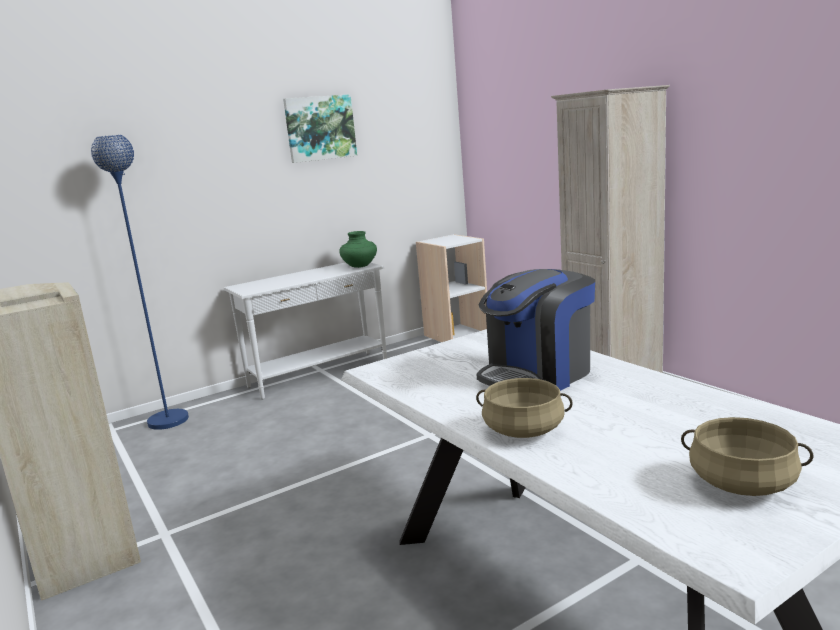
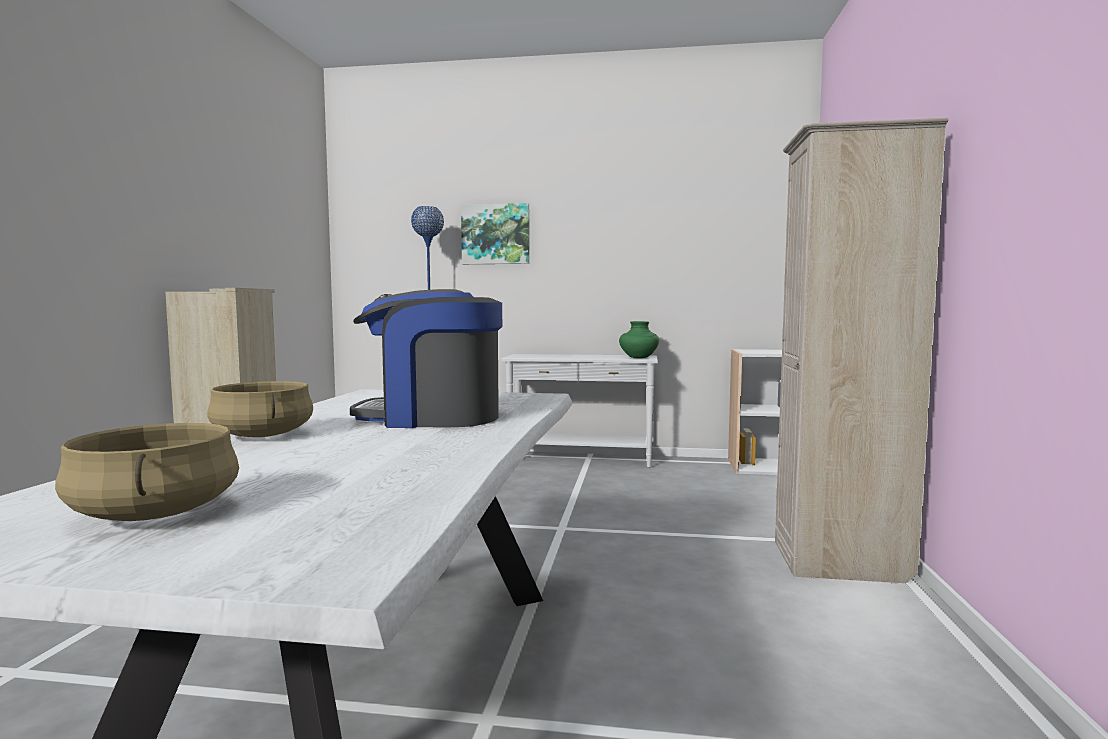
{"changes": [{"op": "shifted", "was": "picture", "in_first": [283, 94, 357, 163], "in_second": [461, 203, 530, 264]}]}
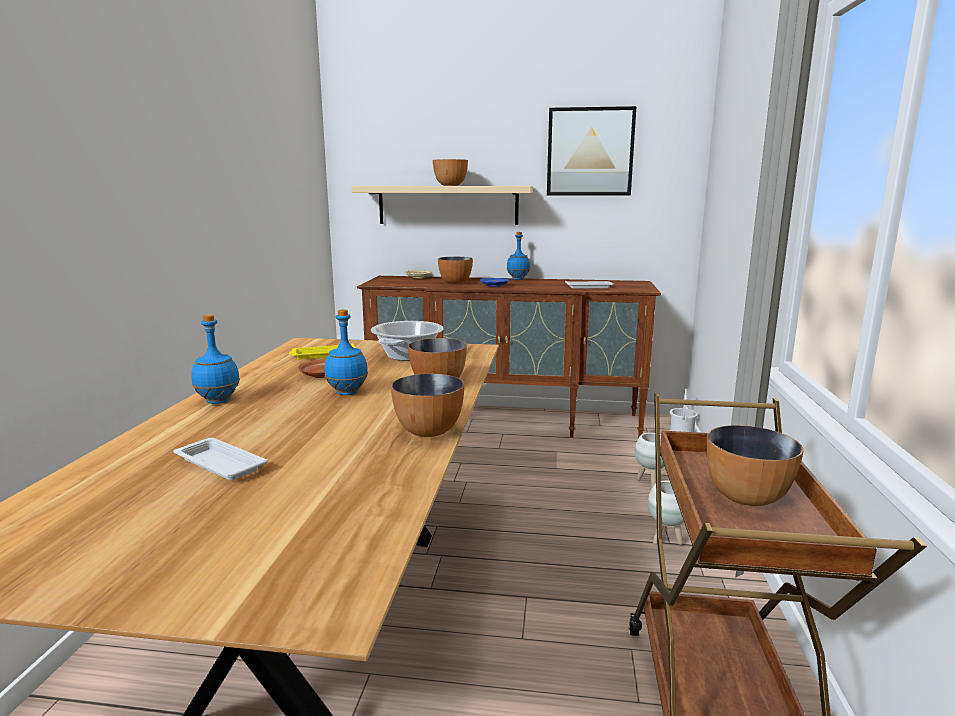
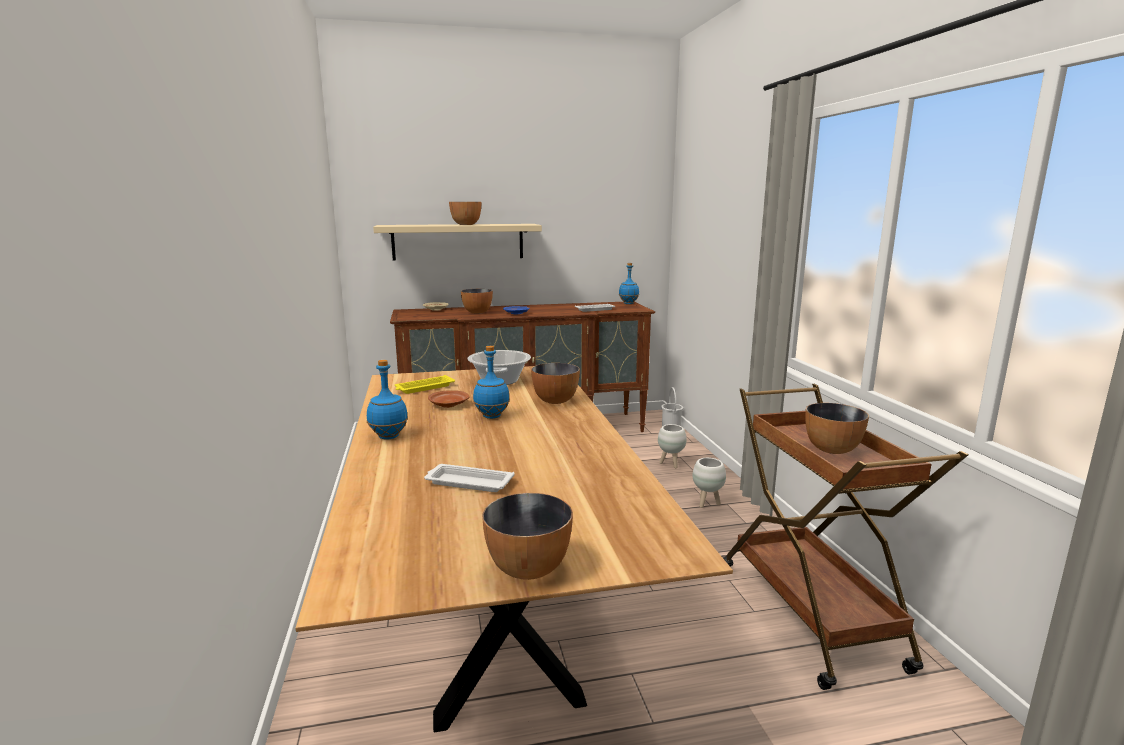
{"changes": [{"op": "shifted", "was": "bowl", "in_first": [391, 374, 464, 437], "in_second": [482, 493, 573, 580]}, {"op": "shifted", "was": "blue bottle", "in_first": [507, 232, 530, 280], "in_second": [619, 263, 639, 304]}, {"op": "gone", "was": "picture", "in_first": [547, 106, 637, 196]}]}
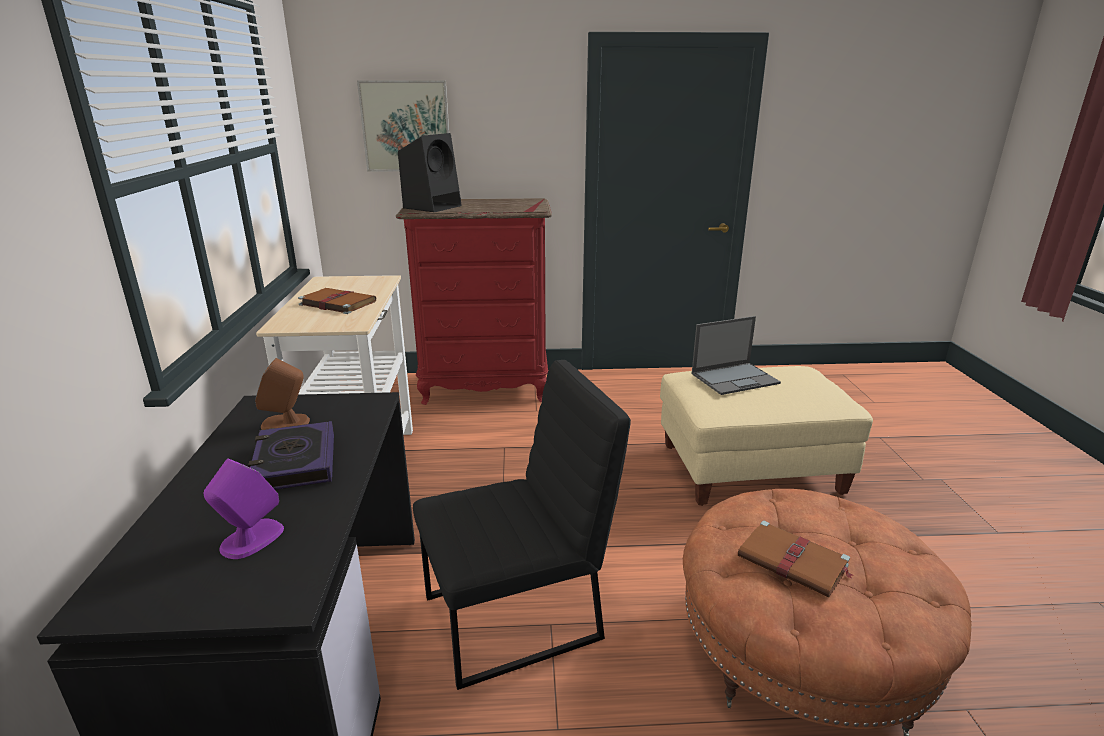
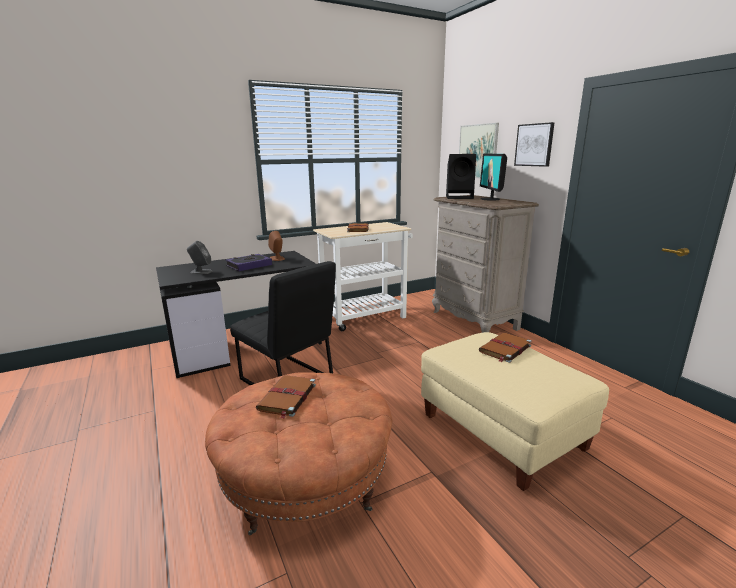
{"changes": [{"op": "repainted", "was": "purple speaker", "now": "grey speaker", "in_first": [204, 458, 284, 559], "in_second": [187, 241, 213, 274]}, {"op": "repainted", "was": "red dresser", "now": "beige dresser", "in_first": [396, 198, 552, 405], "in_second": [432, 195, 539, 333]}, {"op": "swapped", "was": "laptop", "now": "brown book", "in_first": [692, 316, 781, 395], "in_second": [479, 333, 532, 363]}, {"op": "new", "now": "monitor", "in_second": [480, 154, 507, 201]}, {"op": "new", "now": "picture", "in_second": [514, 122, 555, 167]}]}
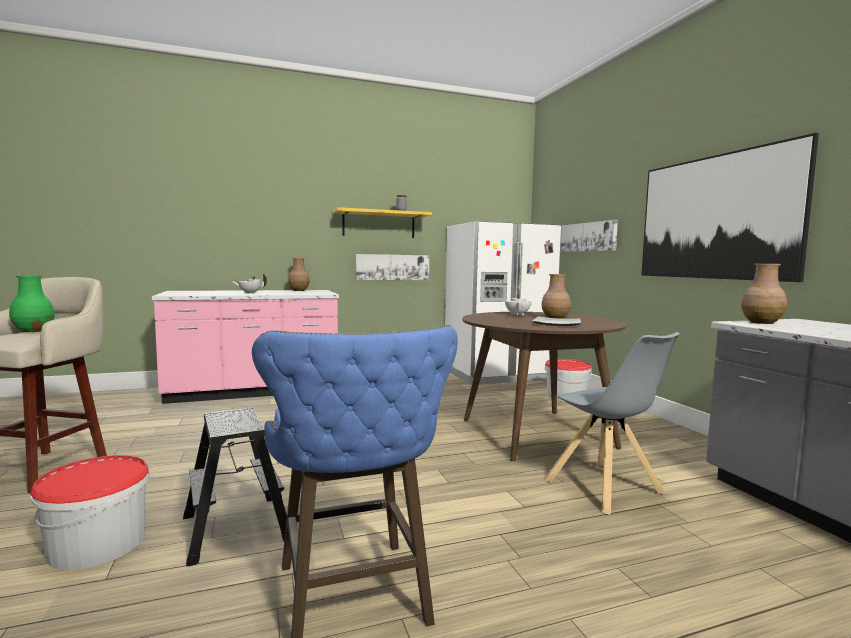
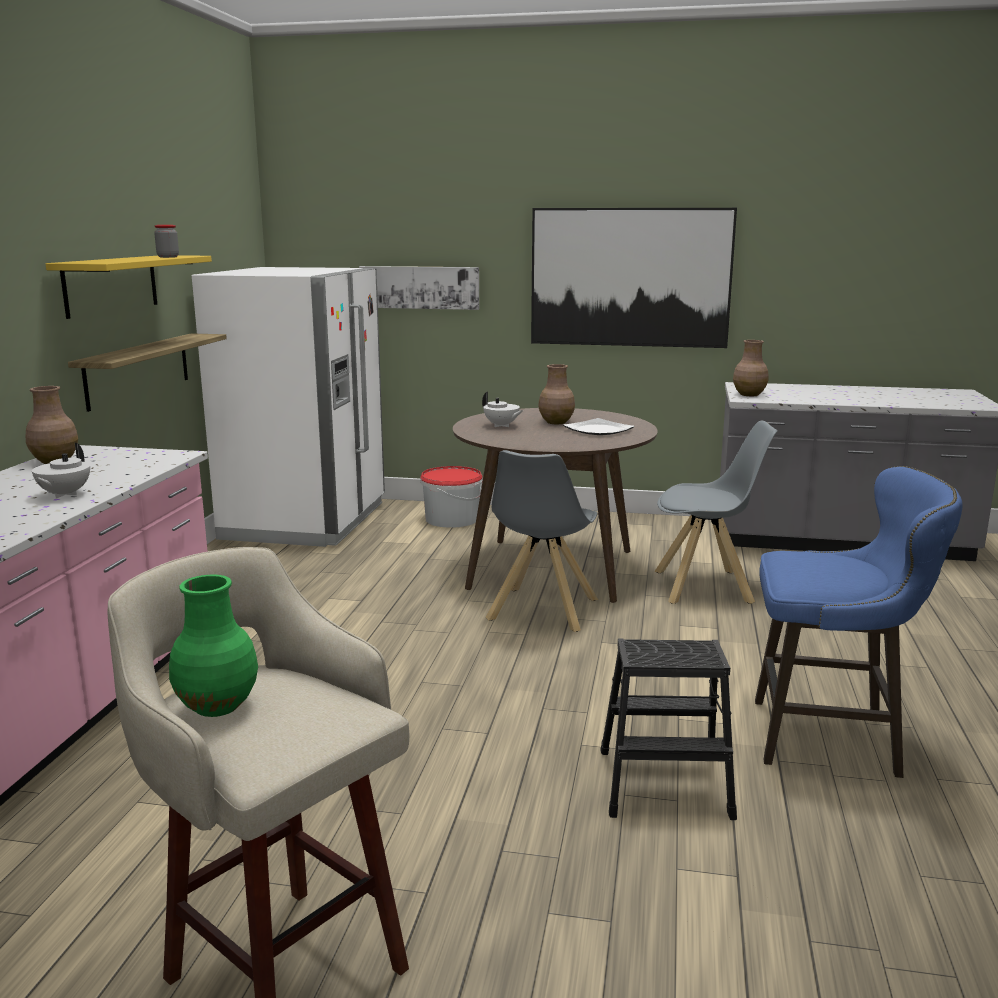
{"changes": [{"op": "gone", "was": "bucket", "in_first": [31, 455, 150, 570]}, {"op": "swapped", "was": "picture", "now": "shelf", "in_first": [355, 254, 429, 280], "in_second": [68, 333, 227, 412]}, {"op": "new", "now": "grey chair", "in_second": [486, 450, 598, 632]}]}
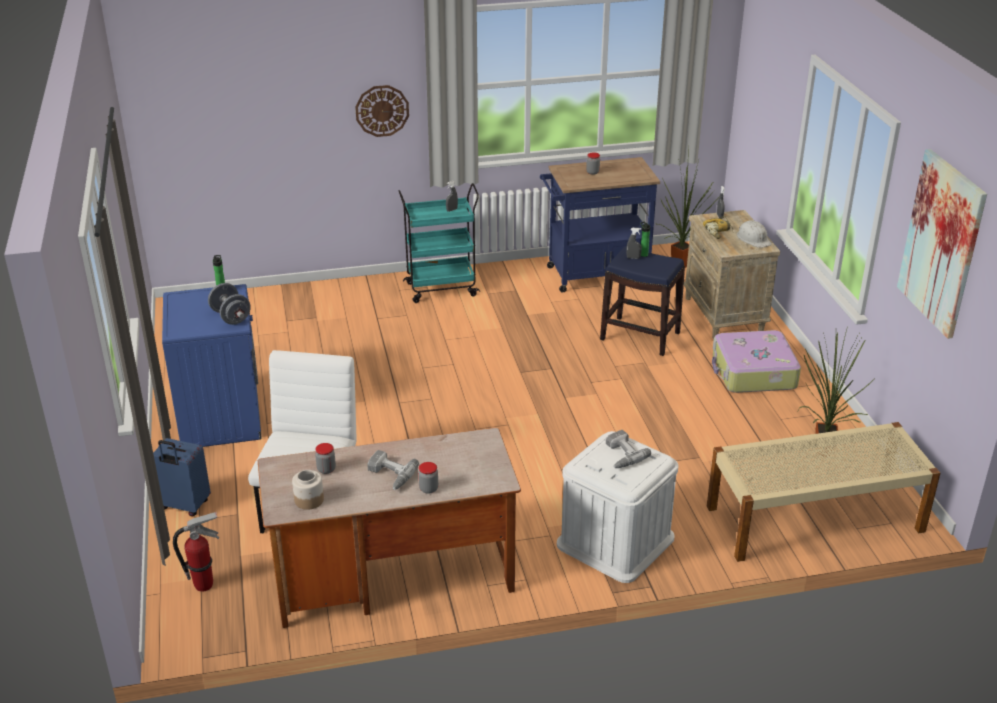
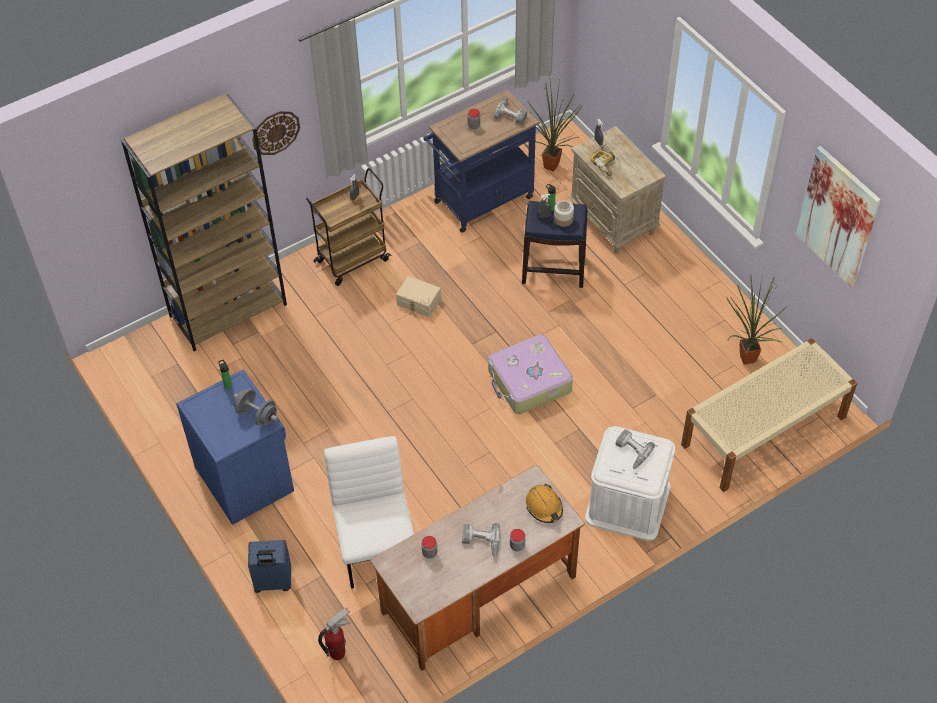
{"changes": [{"op": "shifted", "was": "jar", "in_first": [292, 470, 324, 510], "in_second": [554, 200, 574, 227]}, {"op": "repainted", "was": "turquoise cart", "now": "brown cart", "in_first": [399, 183, 480, 303], "in_second": [306, 168, 391, 286]}, {"op": "shifted", "was": "suitcase", "in_first": [712, 330, 801, 393], "in_second": [488, 334, 573, 414]}, {"op": "gone", "was": "white hard hat", "in_first": [737, 220, 772, 248]}, {"op": "new", "now": "brown bookcase", "in_second": [121, 94, 287, 351]}, {"op": "new", "now": "beige storage box", "in_second": [396, 276, 441, 317]}, {"op": "new", "now": "power drill", "in_second": [494, 96, 527, 125]}, {"op": "new", "now": "orange hard hat", "in_second": [526, 484, 563, 523]}]}
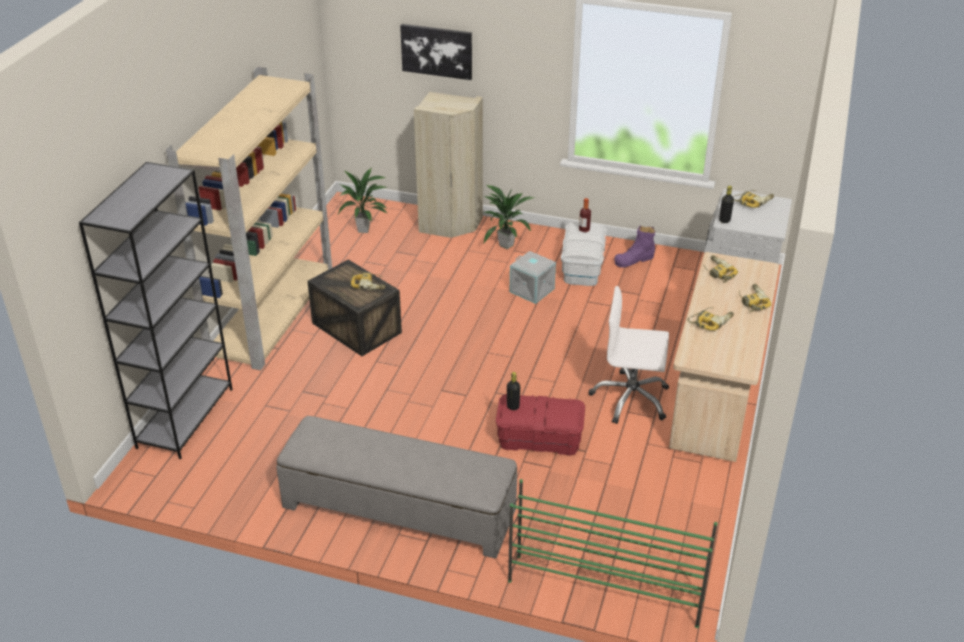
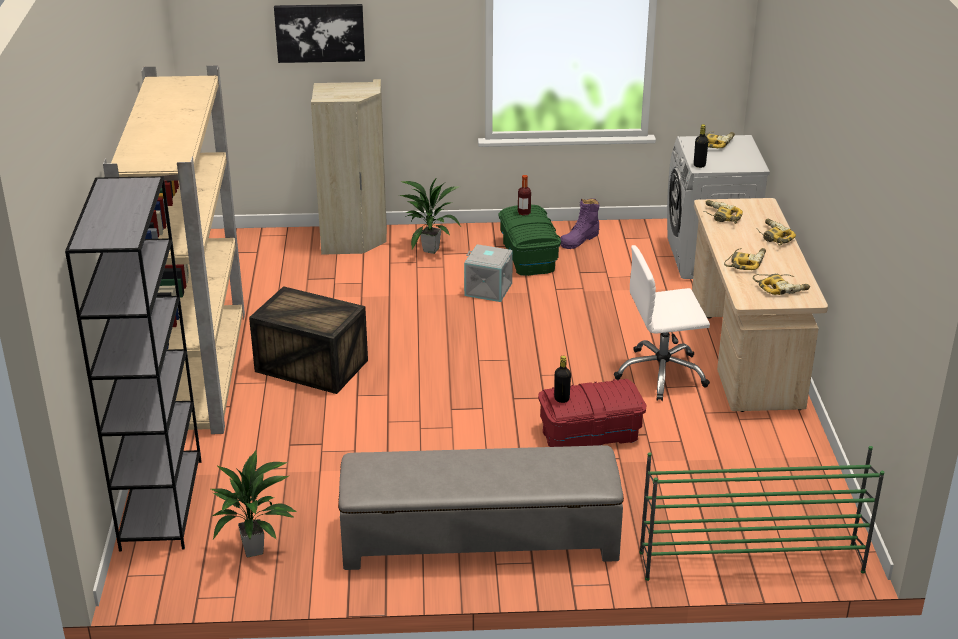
{"changes": [{"op": "shifted", "was": "potted plant", "in_first": [338, 168, 387, 233], "in_second": [211, 449, 297, 557]}, {"op": "shifted", "was": "power drill", "in_first": [351, 270, 386, 290], "in_second": [753, 273, 810, 295]}, {"op": "repainted", "was": "white storage box", "now": "green storage box", "in_first": [561, 222, 607, 286], "in_second": [499, 205, 561, 276]}]}
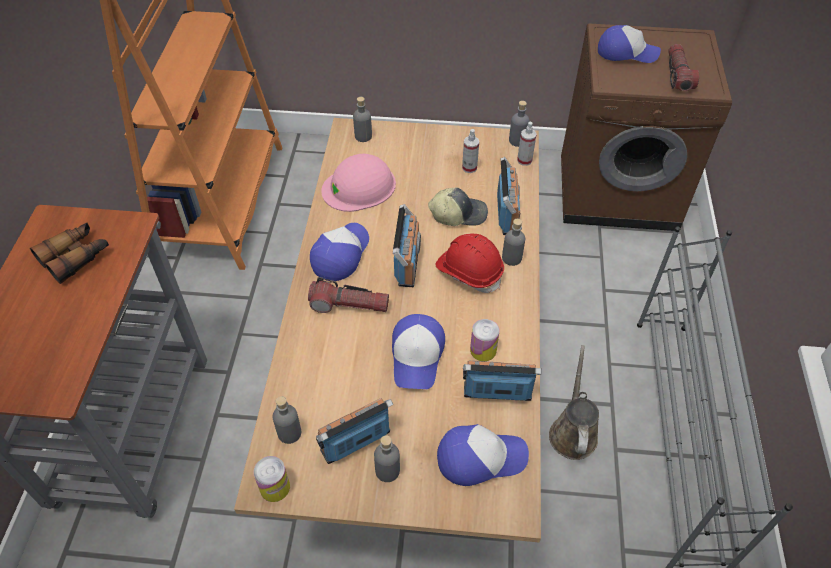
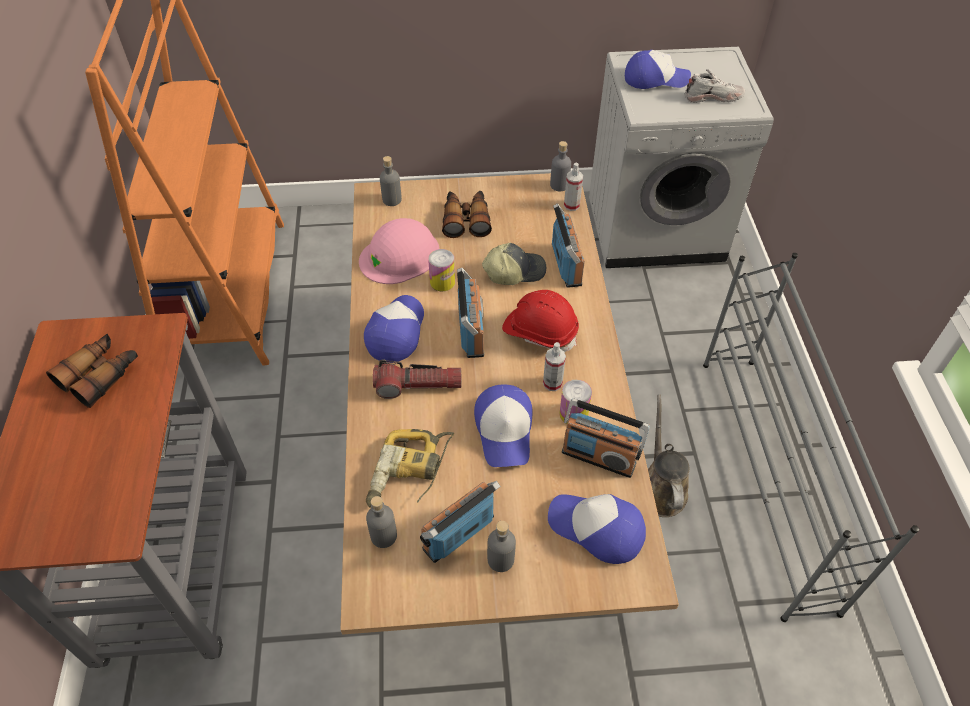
{"changes": [{"op": "shifted", "was": "can", "in_first": [253, 456, 290, 502], "in_second": [428, 249, 455, 291]}, {"op": "rotated", "was": "cap", "in_first": [437, 424, 529, 486], "in_second": [548, 494, 646, 564], "clockwise": -135}, {"op": "shifted", "was": "spray bottle", "in_first": [462, 129, 479, 173], "in_second": [543, 342, 566, 391]}, {"op": "rotated", "was": "radio", "in_first": [463, 361, 542, 401], "in_second": [562, 398, 650, 478], "clockwise": -150}, {"op": "gone", "was": "grey bottle", "in_first": [502, 219, 525, 266]}, {"op": "repainted", "was": "brown washing machine", "now": "white washing machine", "in_first": [561, 23, 732, 231], "in_second": [589, 47, 774, 268]}, {"op": "swapped", "was": "flashlight", "now": "white shoe", "in_first": [668, 44, 699, 91], "in_second": [685, 69, 745, 103]}, {"op": "new", "now": "power drill", "in_second": [366, 429, 454, 507]}, {"op": "new", "now": "binoculars", "in_second": [442, 191, 492, 238]}]}
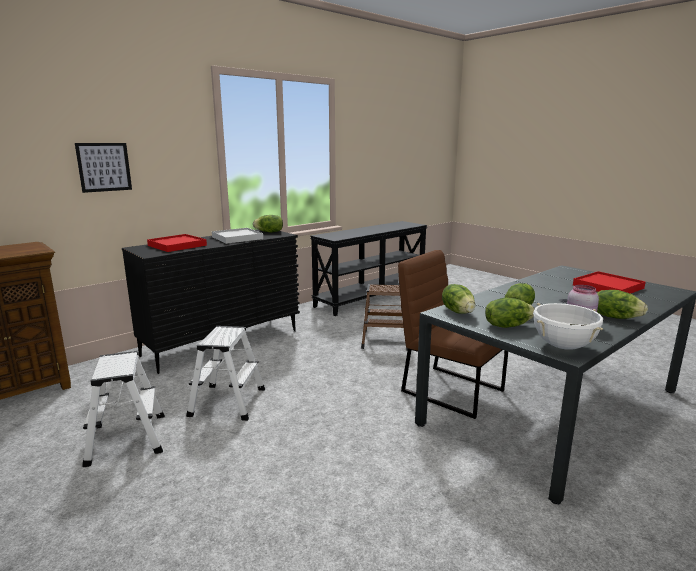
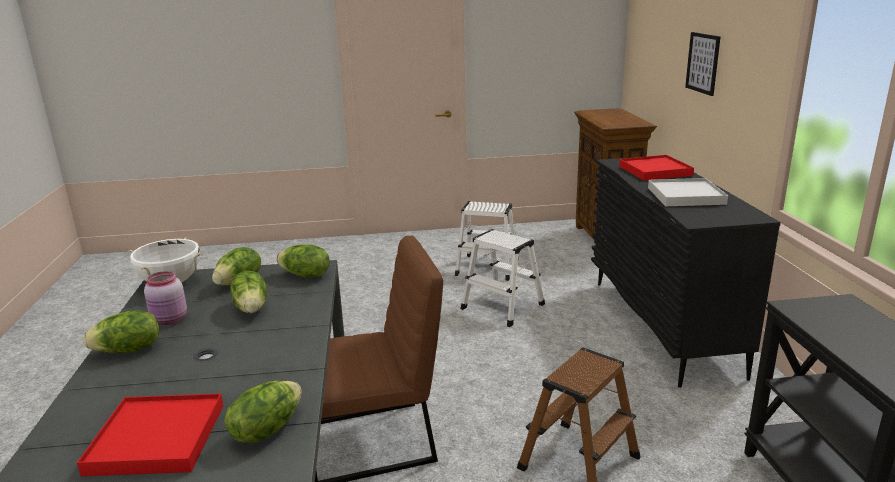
{"changes": [{"op": "shifted", "was": "lettuce", "in_first": [253, 215, 283, 232], "in_second": [224, 381, 302, 443]}]}
